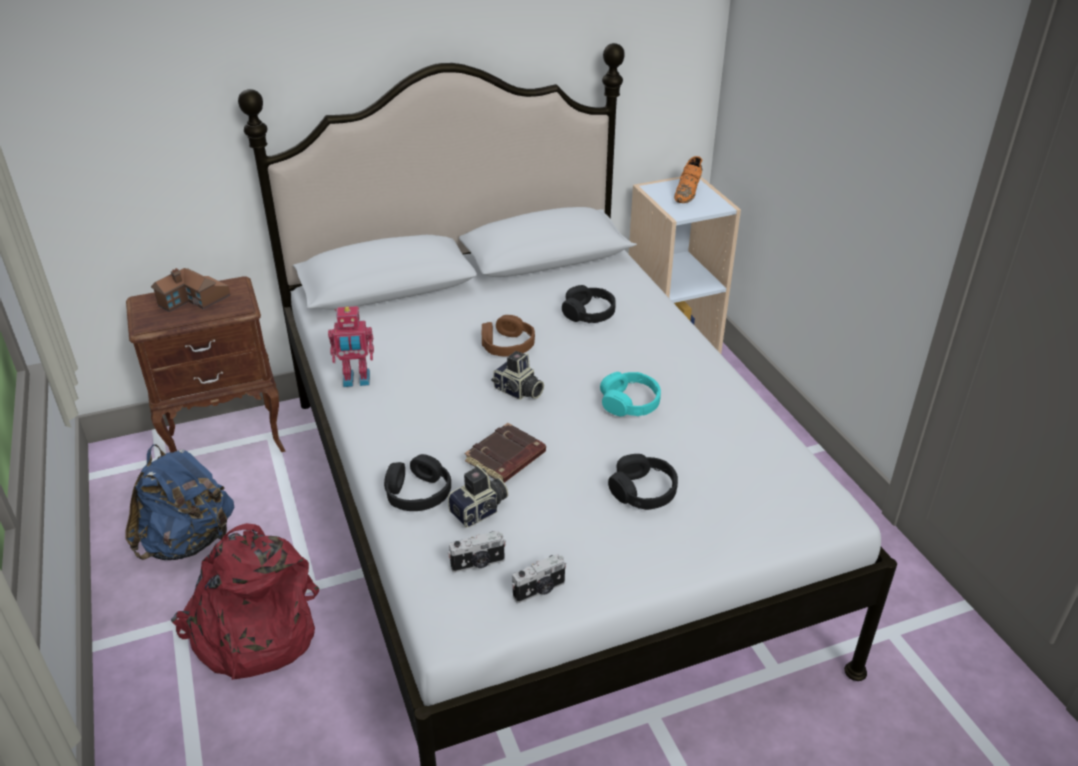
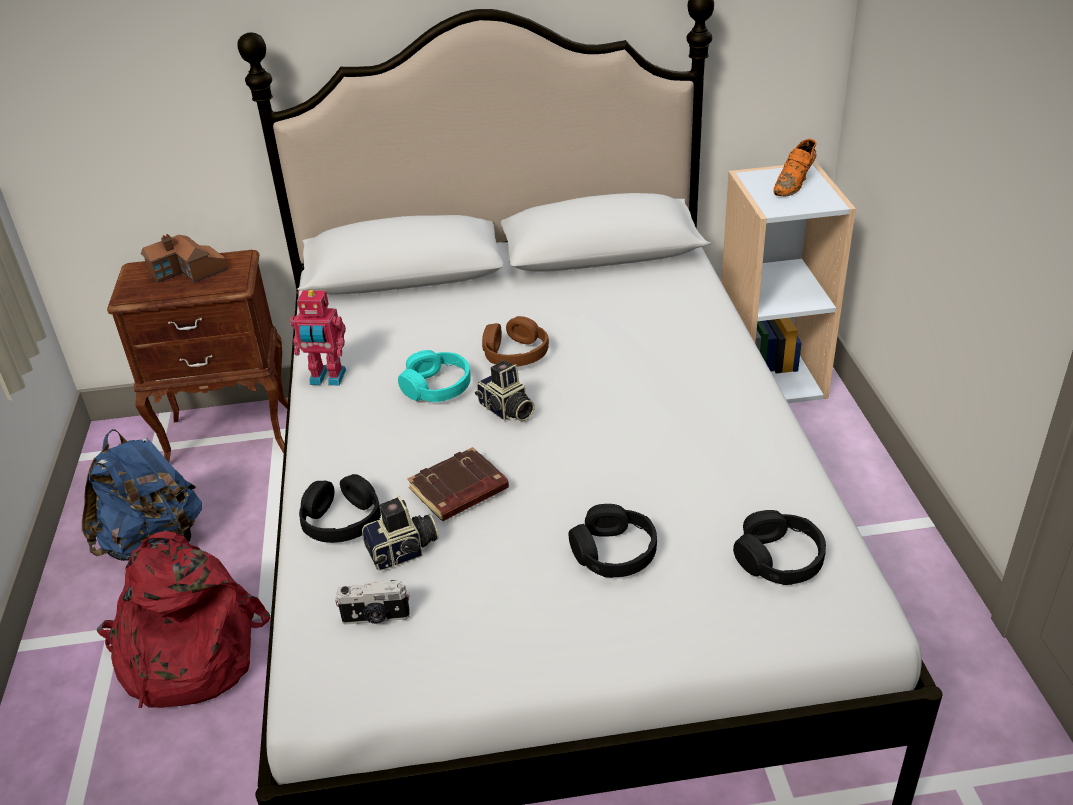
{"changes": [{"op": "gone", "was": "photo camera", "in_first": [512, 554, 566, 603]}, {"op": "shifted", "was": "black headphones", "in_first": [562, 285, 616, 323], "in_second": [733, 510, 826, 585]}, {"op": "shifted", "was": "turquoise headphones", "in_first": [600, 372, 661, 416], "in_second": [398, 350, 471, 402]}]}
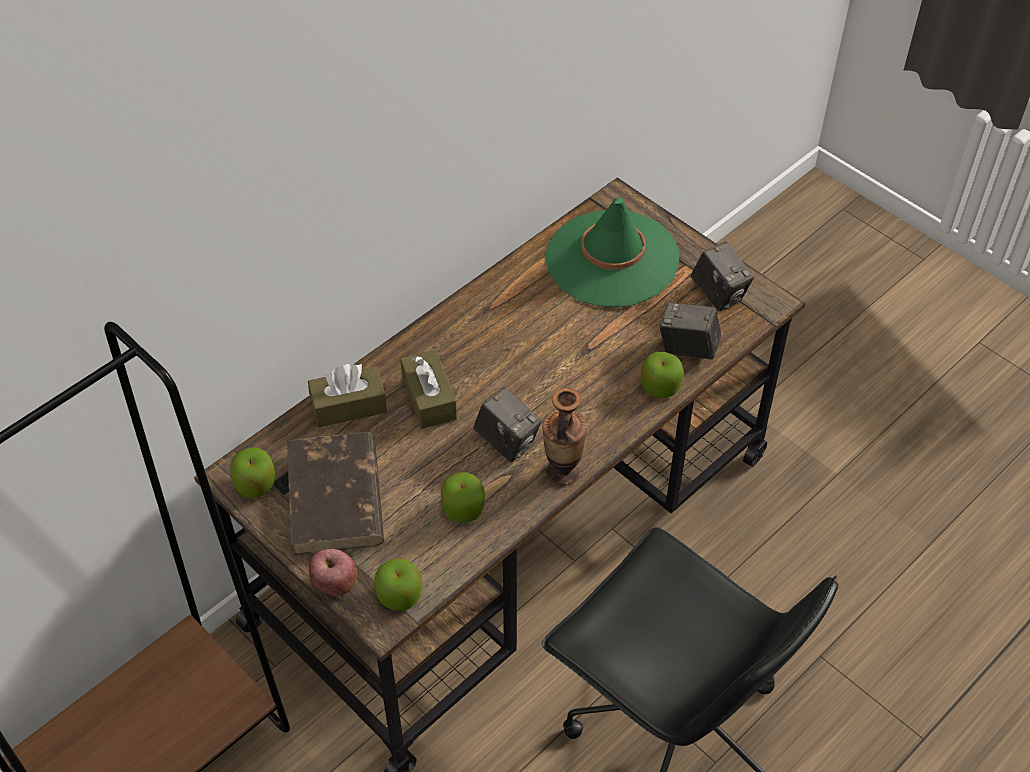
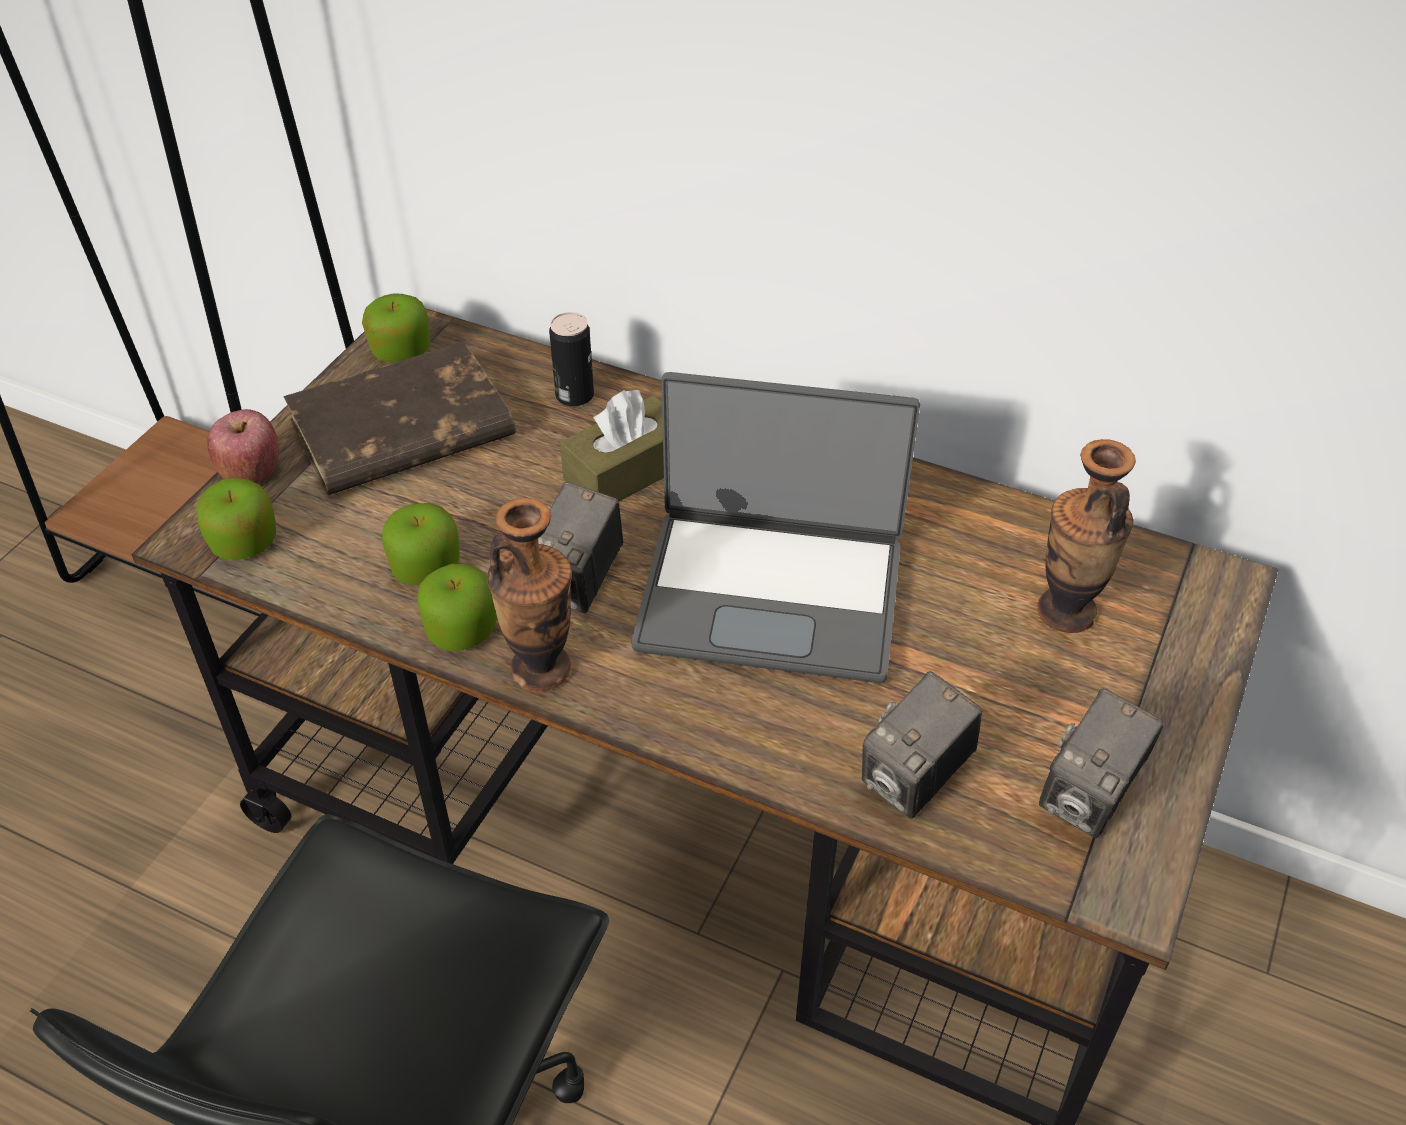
{"changes": [{"op": "swapped", "was": "brown tissue box", "now": "can", "in_first": [308, 364, 387, 427], "in_second": [549, 312, 594, 407]}, {"op": "swapped", "was": "green hat", "now": "vase", "in_first": [546, 197, 679, 307], "in_second": [1037, 439, 1136, 633]}, {"op": "shifted", "was": "apple", "in_first": [641, 352, 684, 398], "in_second": [418, 564, 497, 651]}, {"op": "rotated", "was": "photo camera", "in_first": [659, 302, 721, 360], "in_second": [862, 671, 983, 819], "clockwise": -135}, {"op": "new", "now": "laptop", "in_second": [631, 372, 920, 683]}]}
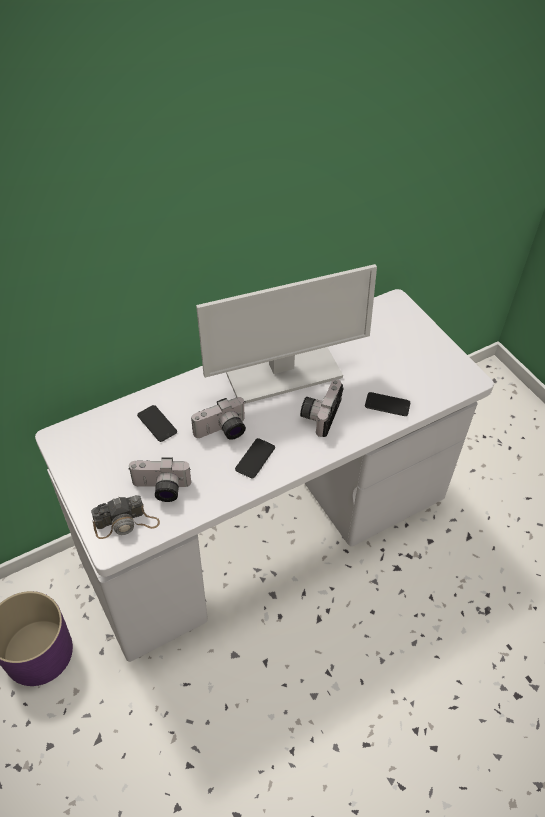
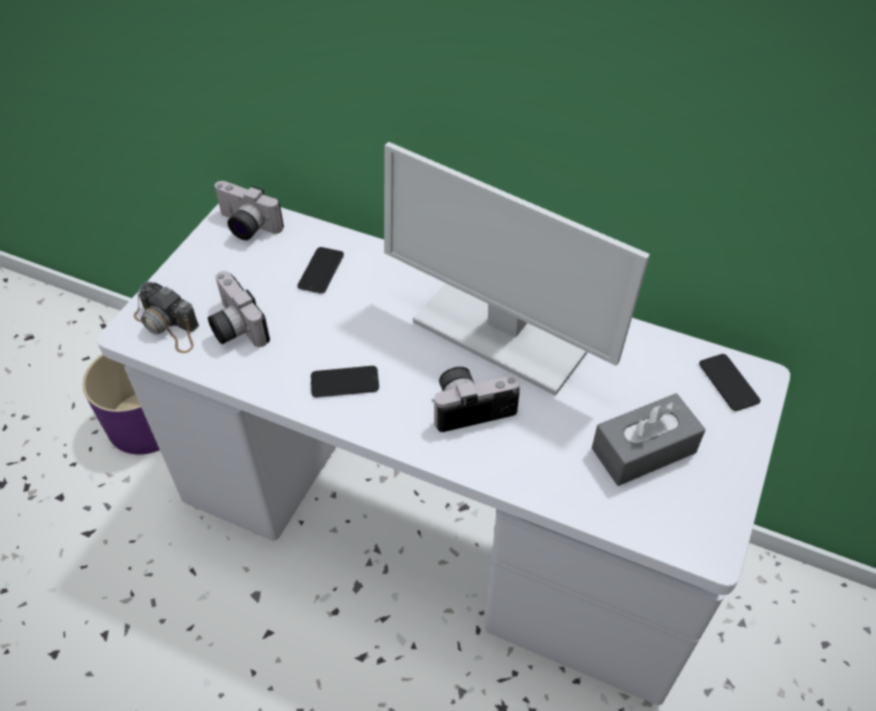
{"changes": [{"op": "shifted", "was": "photo camera", "in_first": [191, 397, 246, 440], "in_second": [213, 181, 284, 240]}, {"op": "shifted", "was": "phone", "in_first": [365, 392, 410, 416], "in_second": [699, 354, 760, 411]}, {"op": "new", "now": "grey tissue box", "in_second": [592, 393, 706, 486]}]}
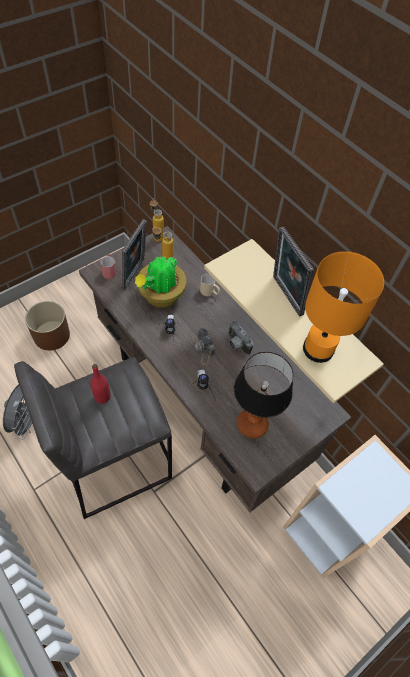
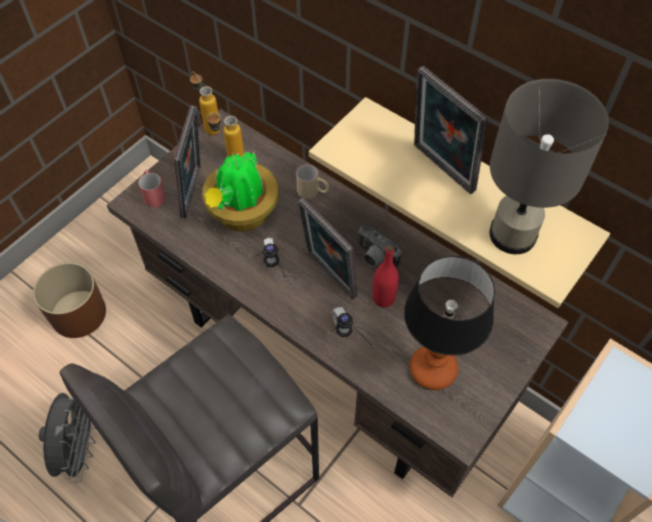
{"changes": [{"op": "shifted", "was": "red bottle", "in_first": [91, 364, 110, 404], "in_second": [372, 245, 399, 307]}, {"op": "swapped", "was": "photo camera", "now": "picture frame", "in_first": [193, 327, 215, 365], "in_second": [298, 197, 357, 300]}, {"op": "repainted", "was": "orange table lamp", "now": "grey table lamp", "in_first": [303, 251, 384, 363], "in_second": [489, 79, 609, 254]}]}
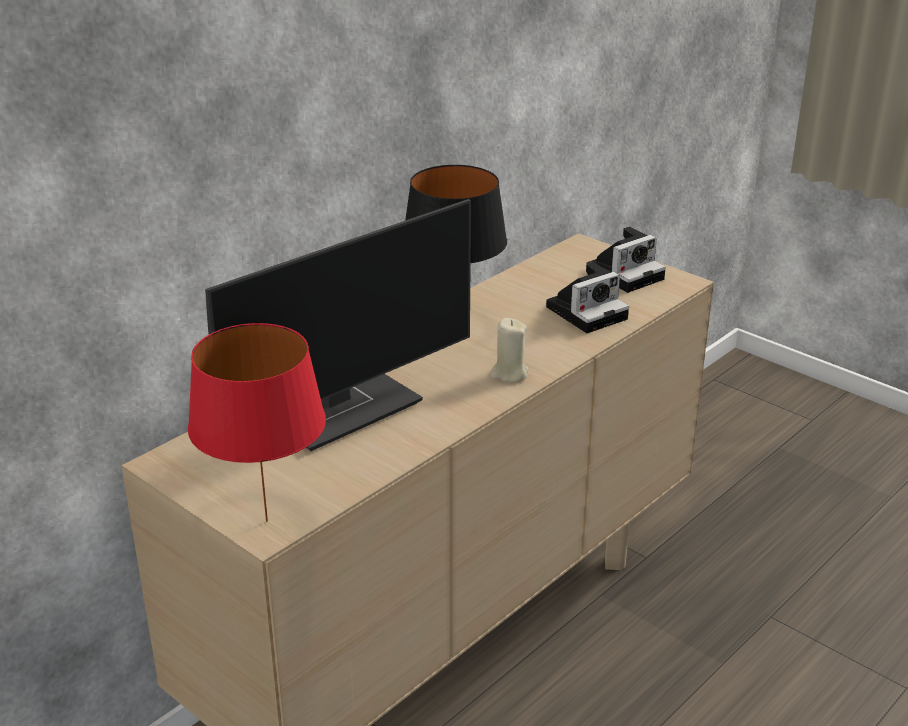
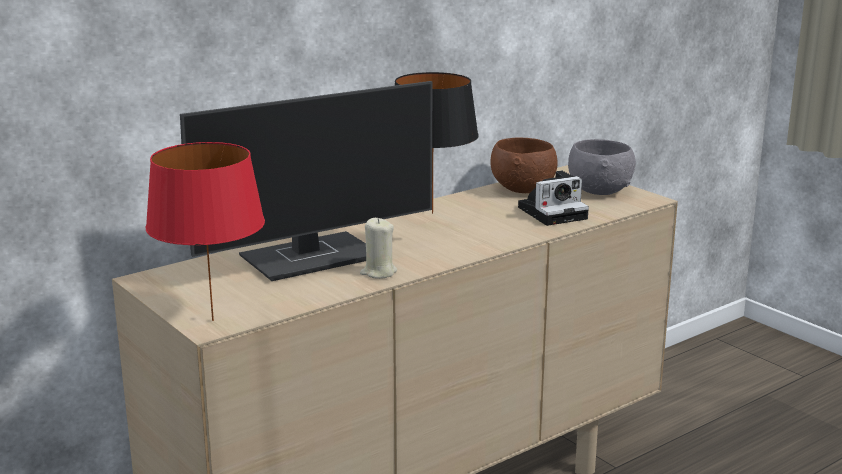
{"changes": [{"op": "shifted", "was": "beige candle", "in_first": [491, 318, 529, 382], "in_second": [360, 218, 397, 279]}, {"op": "swapped", "was": "photo camera", "now": "grey bowl", "in_first": [587, 227, 666, 293], "in_second": [568, 139, 636, 195]}, {"op": "new", "now": "brown bowl", "in_second": [490, 137, 558, 193]}]}
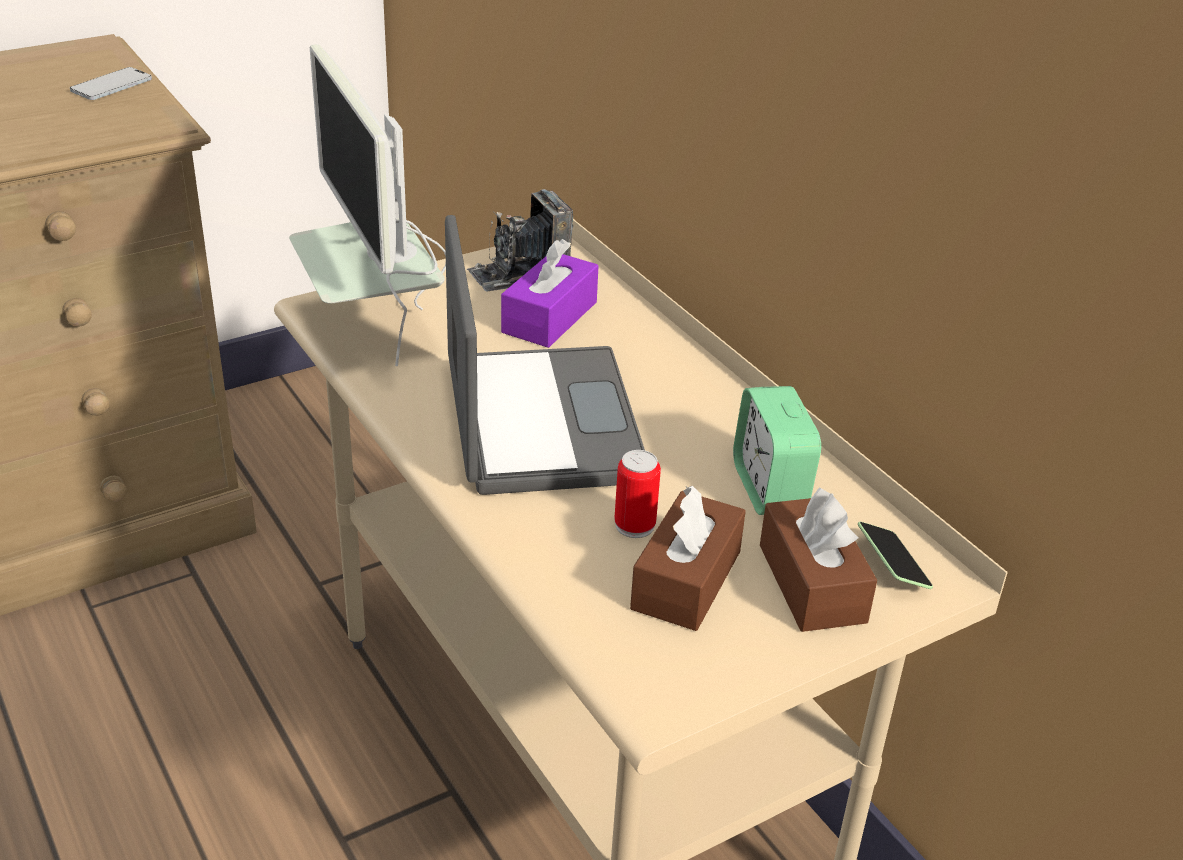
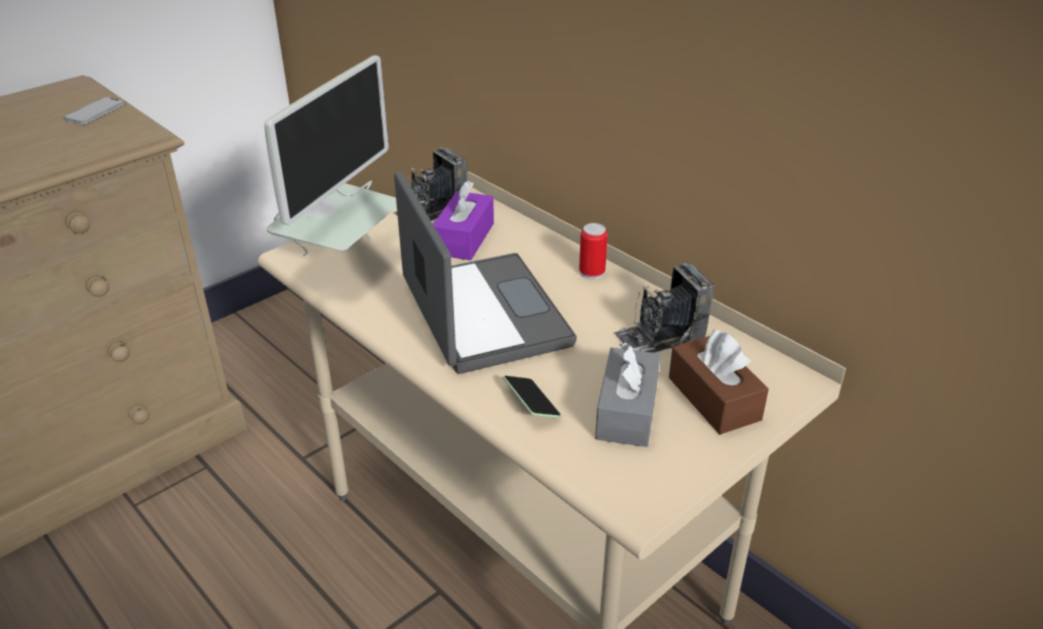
{"changes": [{"op": "rotated", "was": "monitor", "in_first": [289, 44, 446, 366], "in_second": [264, 55, 397, 256], "clockwise": -120}, {"op": "shifted", "was": "can", "in_first": [614, 450, 661, 538], "in_second": [579, 223, 608, 280]}, {"op": "repainted", "was": "brown tissue box", "now": "grey tissue box", "in_first": [630, 486, 746, 631], "in_second": [595, 342, 660, 447]}, {"op": "swapped", "was": "alarm clock", "now": "photo camera", "in_first": [733, 386, 821, 515], "in_second": [614, 263, 715, 353]}, {"op": "shifted", "was": "phone", "in_first": [858, 522, 933, 589], "in_second": [503, 376, 561, 418]}]}
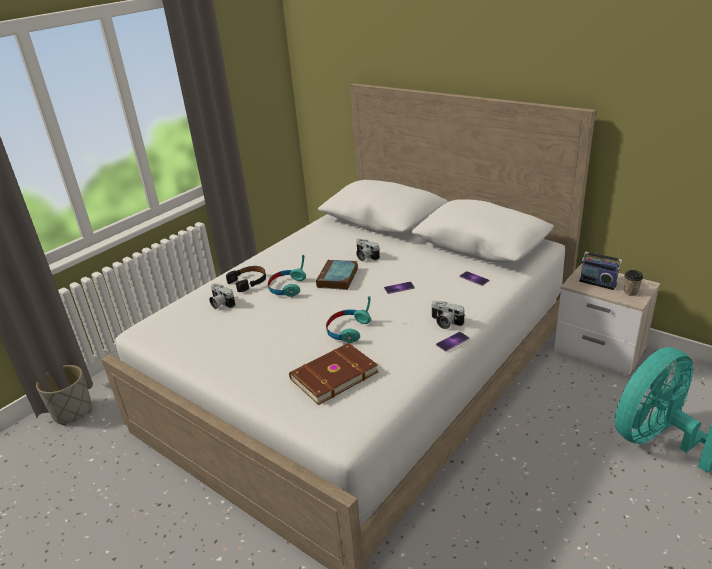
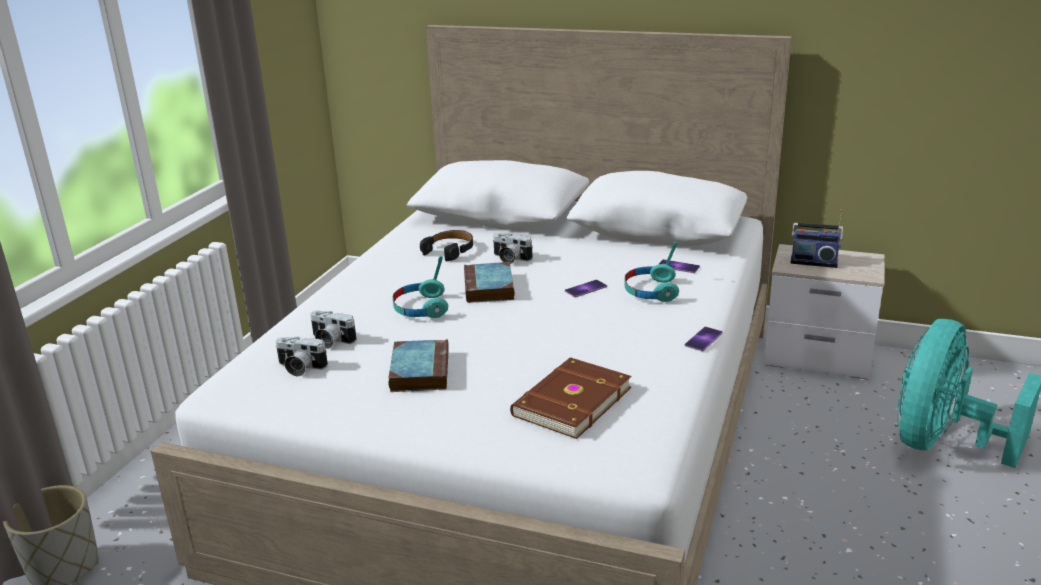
{"changes": [{"op": "shifted", "was": "black headphones", "in_first": [226, 266, 266, 292], "in_second": [420, 230, 473, 261]}, {"op": "shifted", "was": "turquoise headphones", "in_first": [326, 296, 371, 343], "in_second": [624, 242, 679, 302]}, {"op": "shifted", "was": "photo camera", "in_first": [431, 300, 465, 329], "in_second": [276, 337, 328, 376]}, {"op": "gone", "was": "cup", "in_first": [624, 270, 643, 296]}, {"op": "new", "now": "book", "in_second": [388, 339, 449, 392]}]}
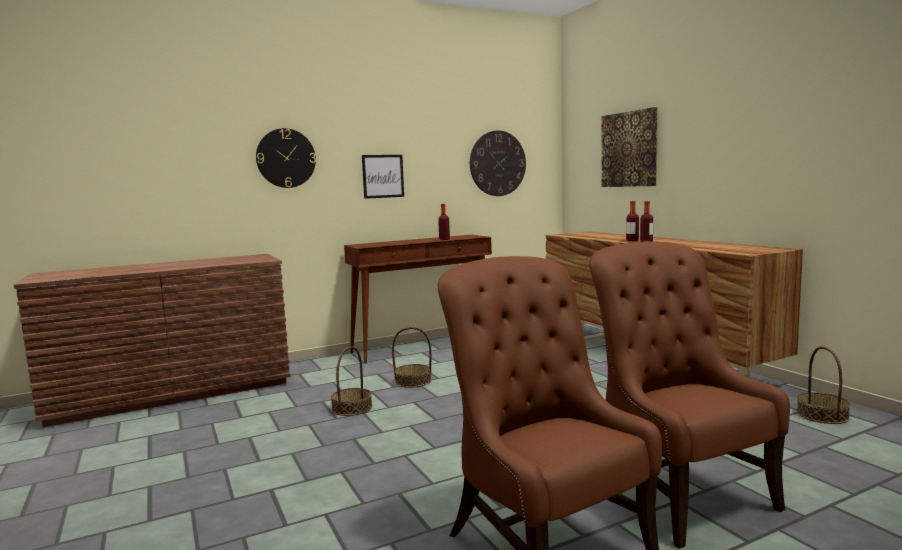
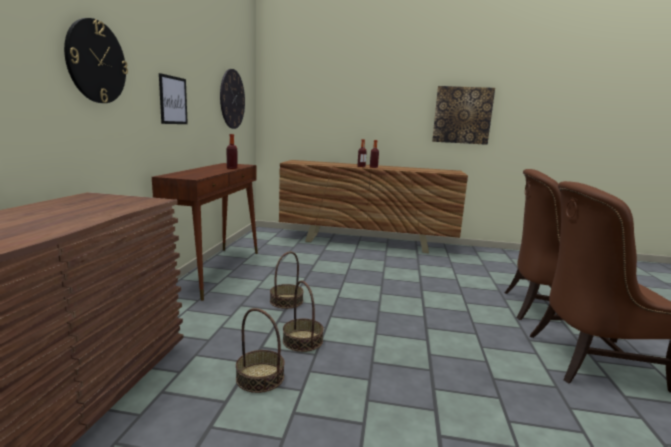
{"changes": [{"op": "shifted", "was": "picture", "in_first": [602, 107, 658, 187], "in_second": [432, 86, 495, 145]}, {"op": "shifted", "was": "basket", "in_first": [797, 346, 851, 424], "in_second": [236, 308, 285, 393]}]}
